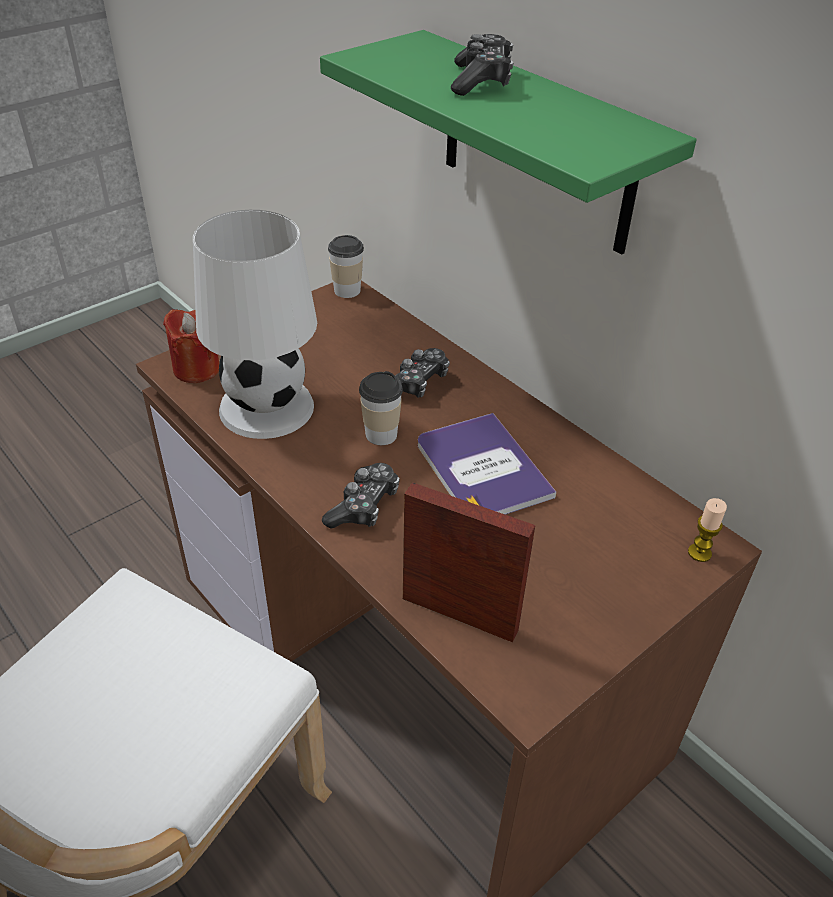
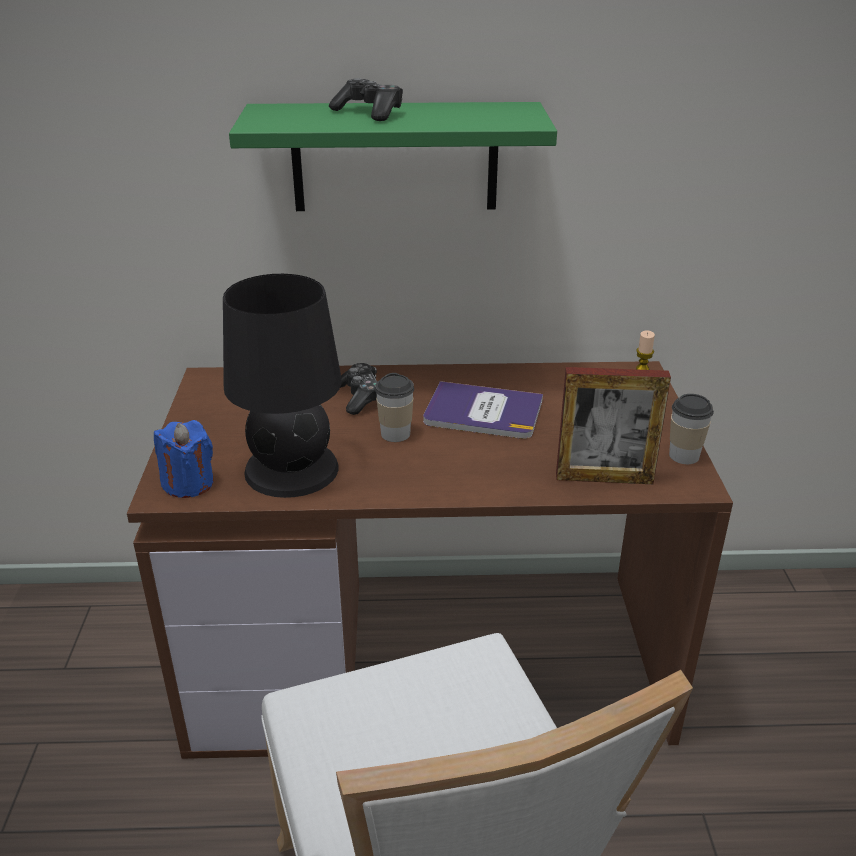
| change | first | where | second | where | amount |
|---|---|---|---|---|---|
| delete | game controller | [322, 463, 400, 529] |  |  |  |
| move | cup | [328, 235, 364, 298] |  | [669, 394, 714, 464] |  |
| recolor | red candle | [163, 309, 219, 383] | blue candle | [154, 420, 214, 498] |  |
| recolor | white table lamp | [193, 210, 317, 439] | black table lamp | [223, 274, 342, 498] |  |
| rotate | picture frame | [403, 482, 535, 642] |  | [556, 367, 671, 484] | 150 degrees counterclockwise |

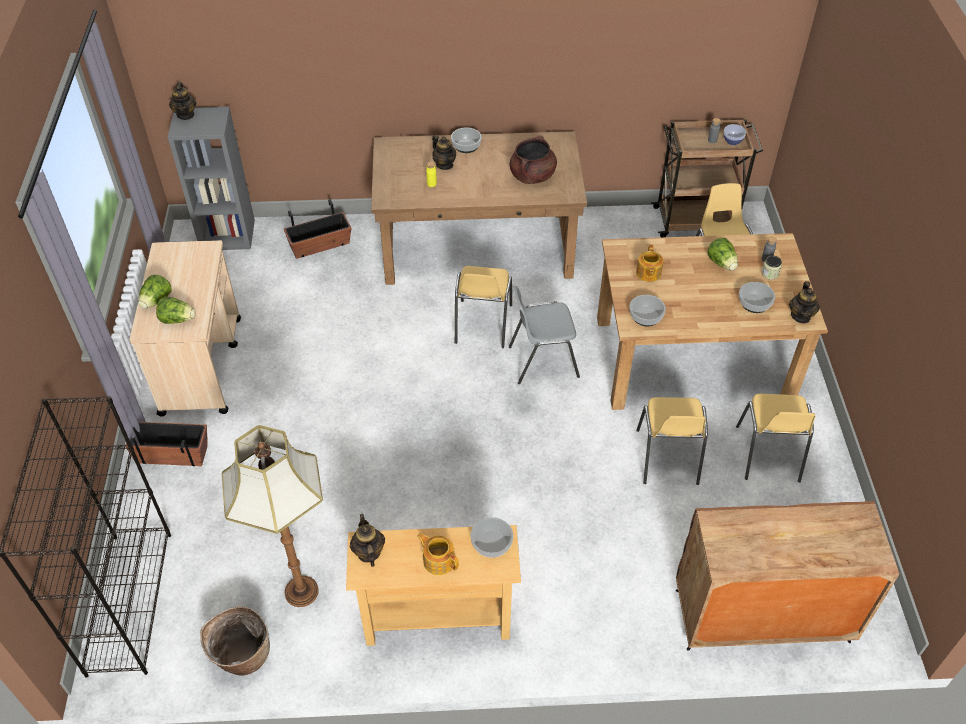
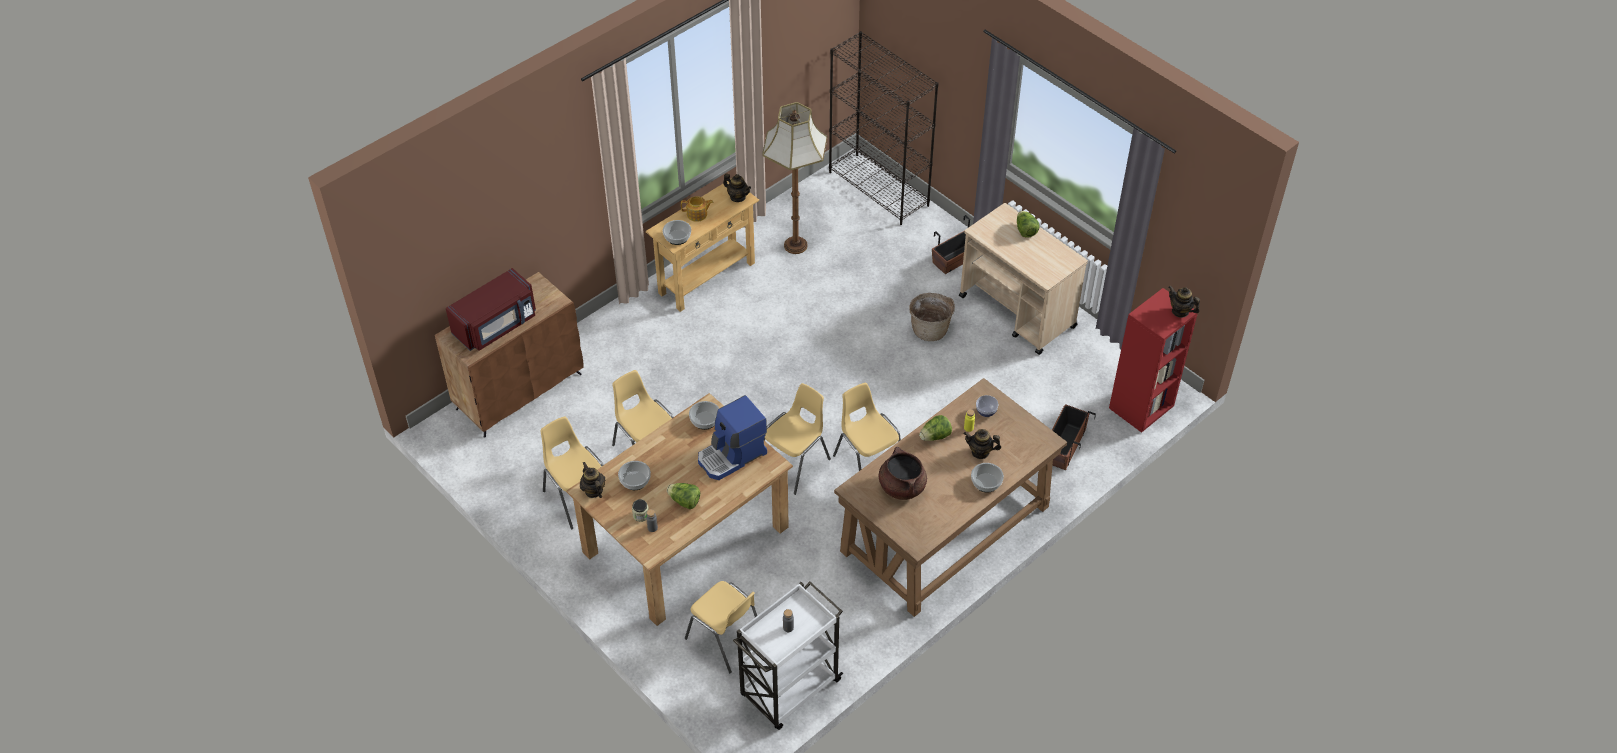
| change | first | where | second | where | amount |
|---|---|---|---|---|---|
| insert |  |  | red microwave | [446, 268, 536, 351] |  |
| move | lettuce | [156, 297, 196, 324] |  | [919, 415, 952, 441] |  |
| move | basket | [200, 606, 270, 676] |  | [910, 293, 955, 341] |  |
| move | bowl | [724, 124, 746, 145] |  | [976, 395, 998, 417] |  |
| replace | teapot | [636, 245, 663, 282] | coffee machine | [698, 395, 767, 480] |  |
| recolor | grey bookcase | [168, 107, 255, 250] | red bookcase | [1109, 288, 1198, 433] |  |
| recolor | grey chair | [509, 285, 580, 384] | yellow chair | [764, 383, 831, 495] |  |
| recolor | brown cart | [651, 119, 763, 237] | white cart | [733, 581, 843, 730] |  |

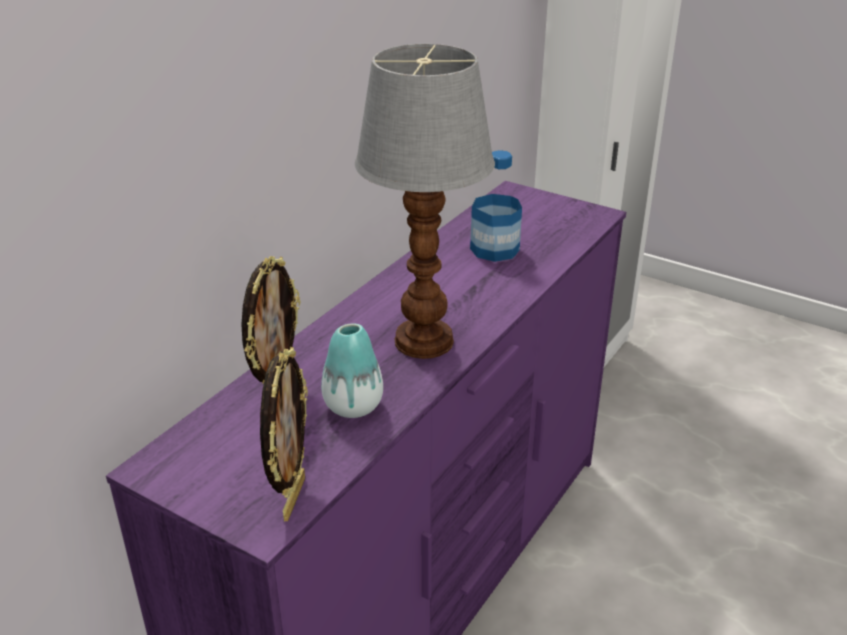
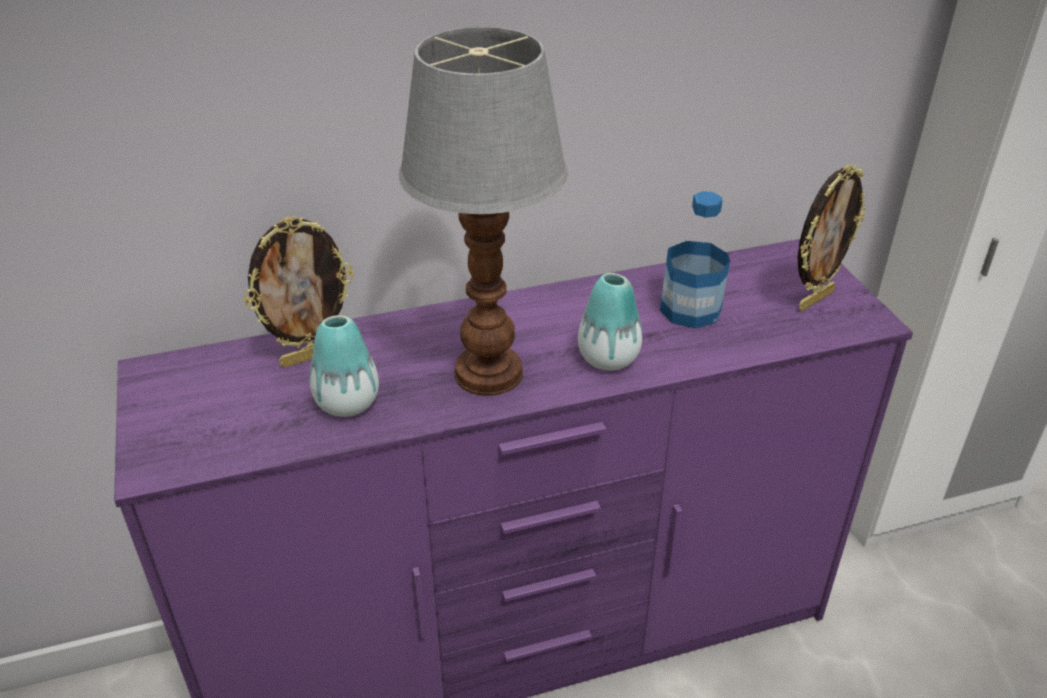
| change | first | where | second | where | amount |
|---|---|---|---|---|---|
| insert |  |  | vase | [578, 273, 642, 371] |  |
| move | picture frame | [260, 347, 308, 521] |  | [798, 164, 866, 311] |  |

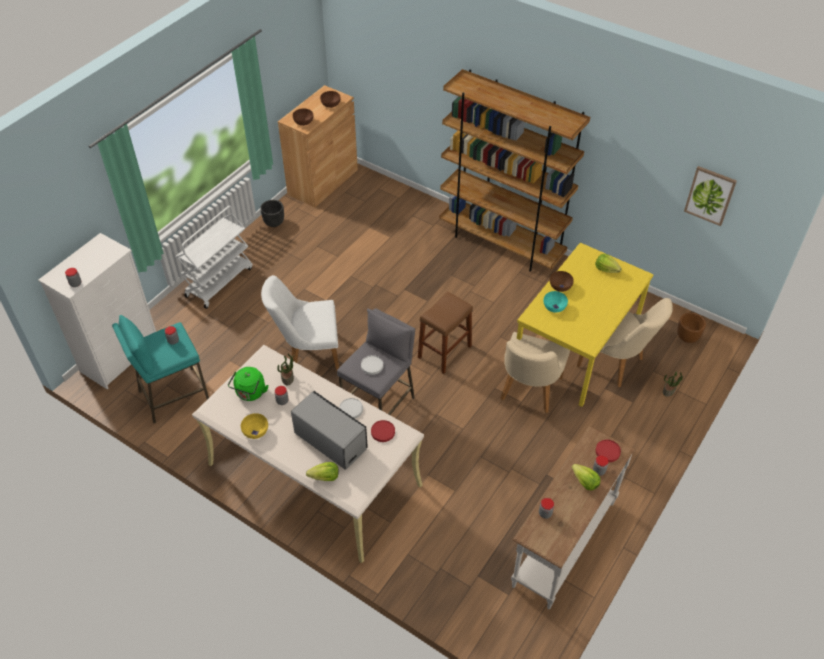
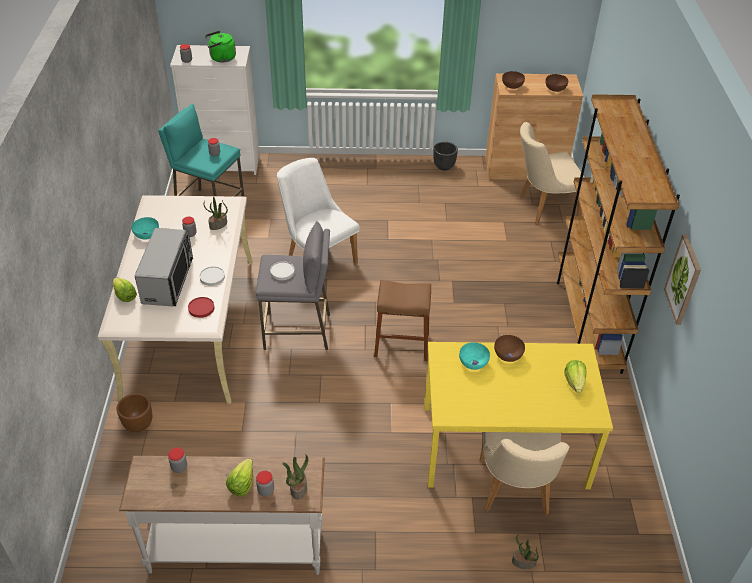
| change | first | where | second | where | amount |
|---|---|---|---|---|---|
| delete | white cart | [176, 206, 252, 309] |  |  |  |
| move | green kettle | [228, 367, 269, 401] |  | [205, 31, 236, 62] |  |
| move | beige chair | [501, 332, 570, 413] |  | [520, 122, 585, 225] |  |
| move | brown planter | [677, 313, 706, 343] |  | [117, 393, 152, 432] |  |
| move | picture | [684, 166, 737, 226] |  | [664, 234, 701, 325] |  |
| replace | red plate | [596, 440, 621, 462] | potted plant | [282, 454, 308, 499] |  |
| recolor | yellow bowl | [241, 413, 268, 439] | turquoise bowl | [131, 217, 159, 240] |  |

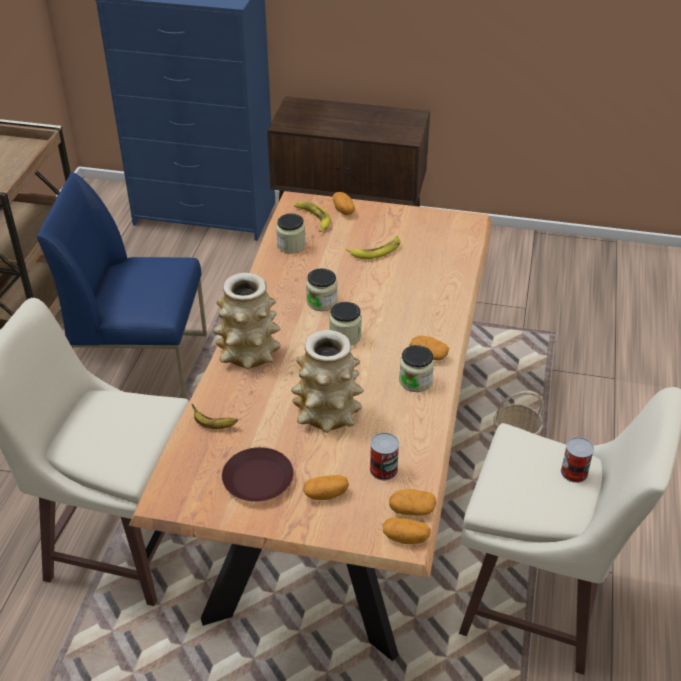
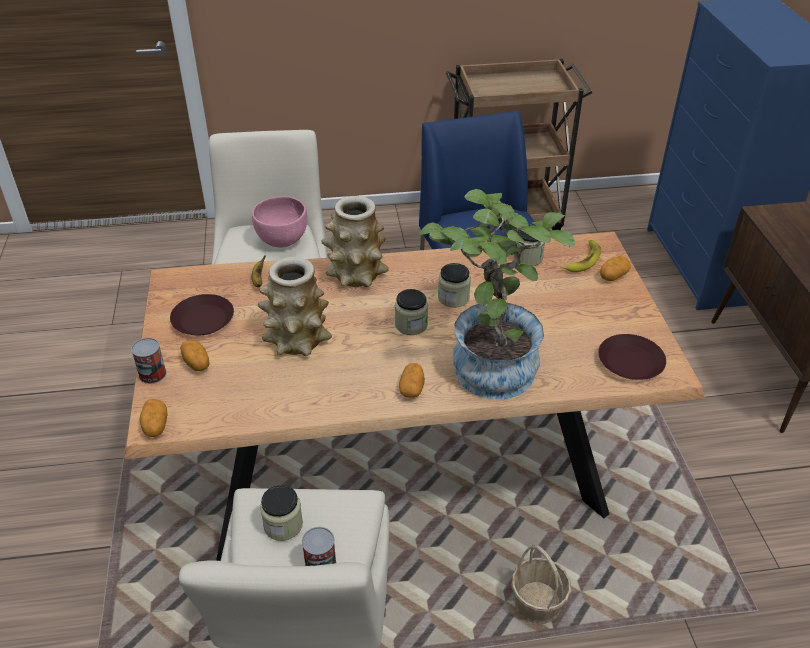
| change | first | where | second | where | amount |
|---|---|---|---|---|---|
| delete | banana | [346, 236, 401, 259] |  |  |  |
| delete | potato | [389, 489, 436, 516] |  |  |  |
| insert |  |  | pink bowl | [252, 196, 308, 248] |  |
| insert |  |  | potted plant | [419, 189, 575, 399] |  |
| insert |  |  | brown plate | [598, 334, 666, 380] |  |
| move | can | [370, 432, 399, 480] |  | [131, 338, 167, 384] |  |
| move | jar | [399, 345, 434, 392] |  | [260, 485, 303, 541] |  |

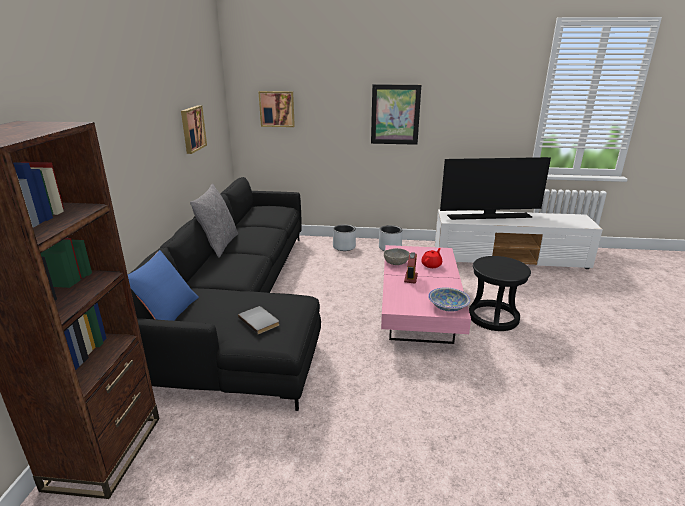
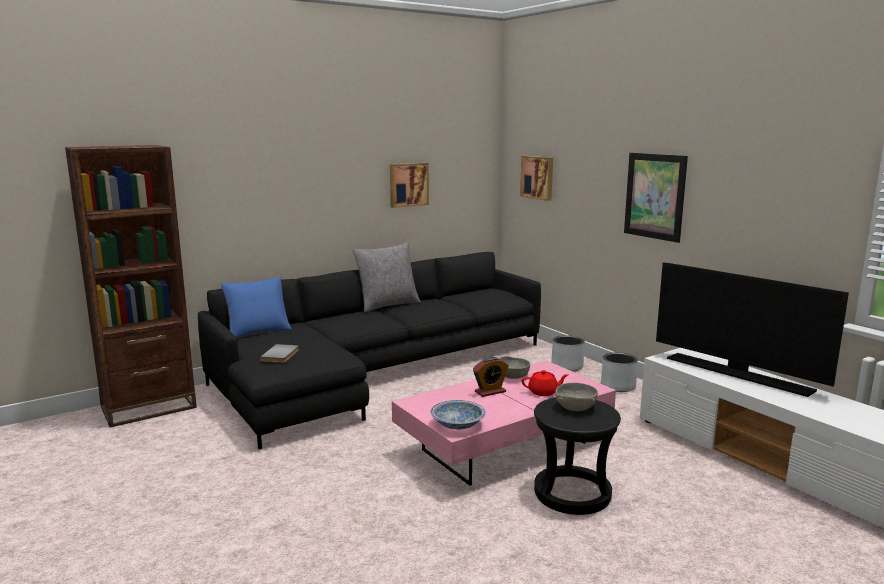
| change | first | where | second | where | amount |
|---|---|---|---|---|---|
| insert |  |  | grey bowl | [555, 383, 598, 411] |  |

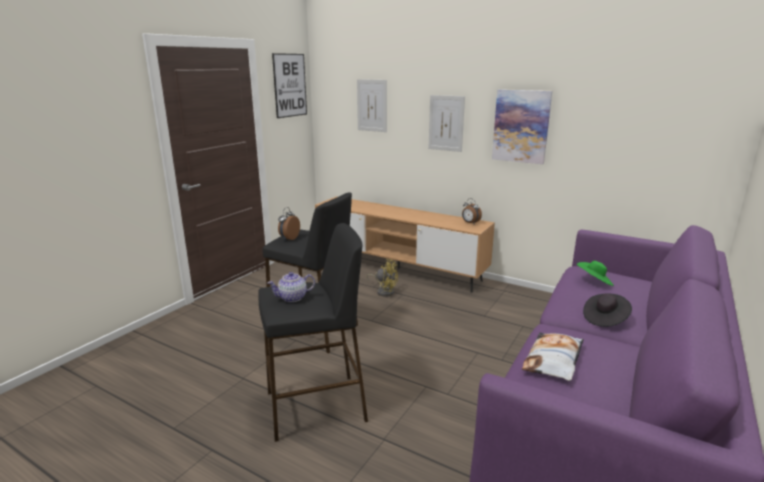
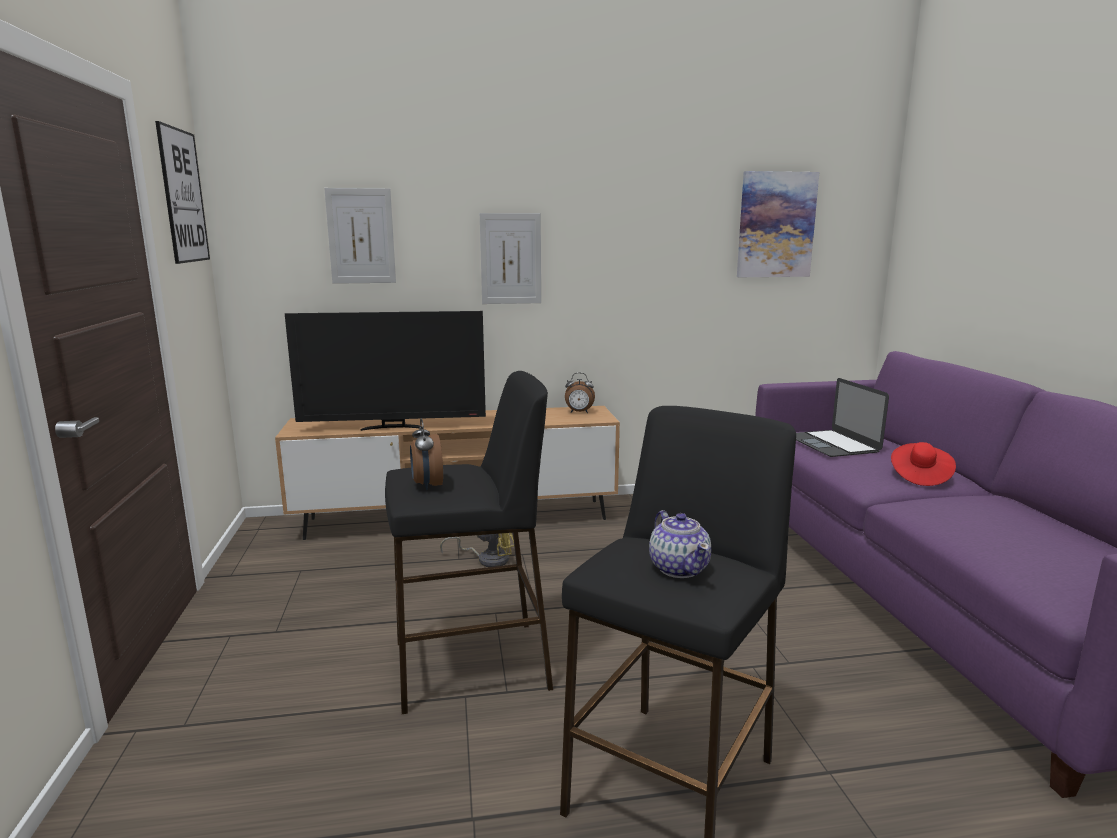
| change | first | where | second | where | amount |
|---|---|---|---|---|---|
| delete | pillow | [522, 332, 584, 381] |  |  |  |
| insert |  |  | television | [285, 311, 486, 431] |  |
| move | picture | [492, 89, 552, 164] |  | [737, 171, 819, 277] |  |
| replace | green hat | [577, 261, 614, 286] | laptop | [796, 378, 889, 457] |  |
| recolor | black hat | [583, 293, 632, 327] | red hat | [891, 442, 956, 486] |  |
| rotate | teapot | [268, 272, 315, 302] |  | [649, 510, 711, 578] | 45 degrees counterclockwise |

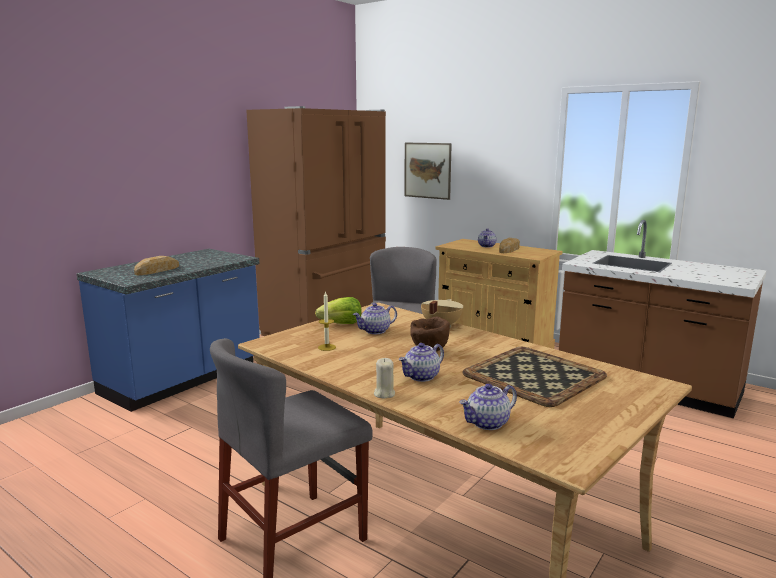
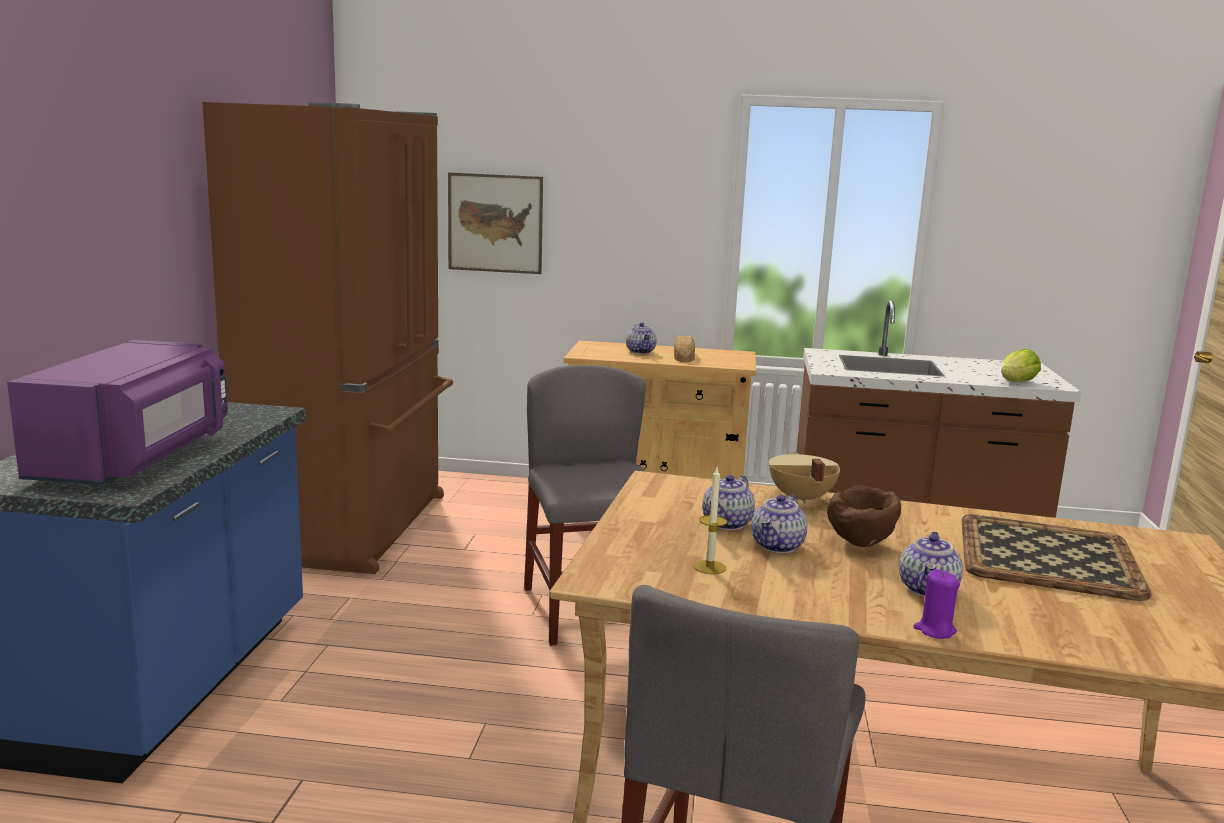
| change | first | where | second | where | amount |
|---|---|---|---|---|---|
| move | lettuce | [315, 297, 362, 324] |  | [1001, 349, 1041, 382] |  |
| move | teapot | [459, 383, 517, 430] |  | [752, 495, 807, 553] |  |
| replace | bread | [134, 256, 179, 275] | purple microwave | [7, 340, 228, 485] |  |
| recolor | beige candle | [374, 358, 395, 399] | purple candle | [913, 569, 960, 639] |  |

